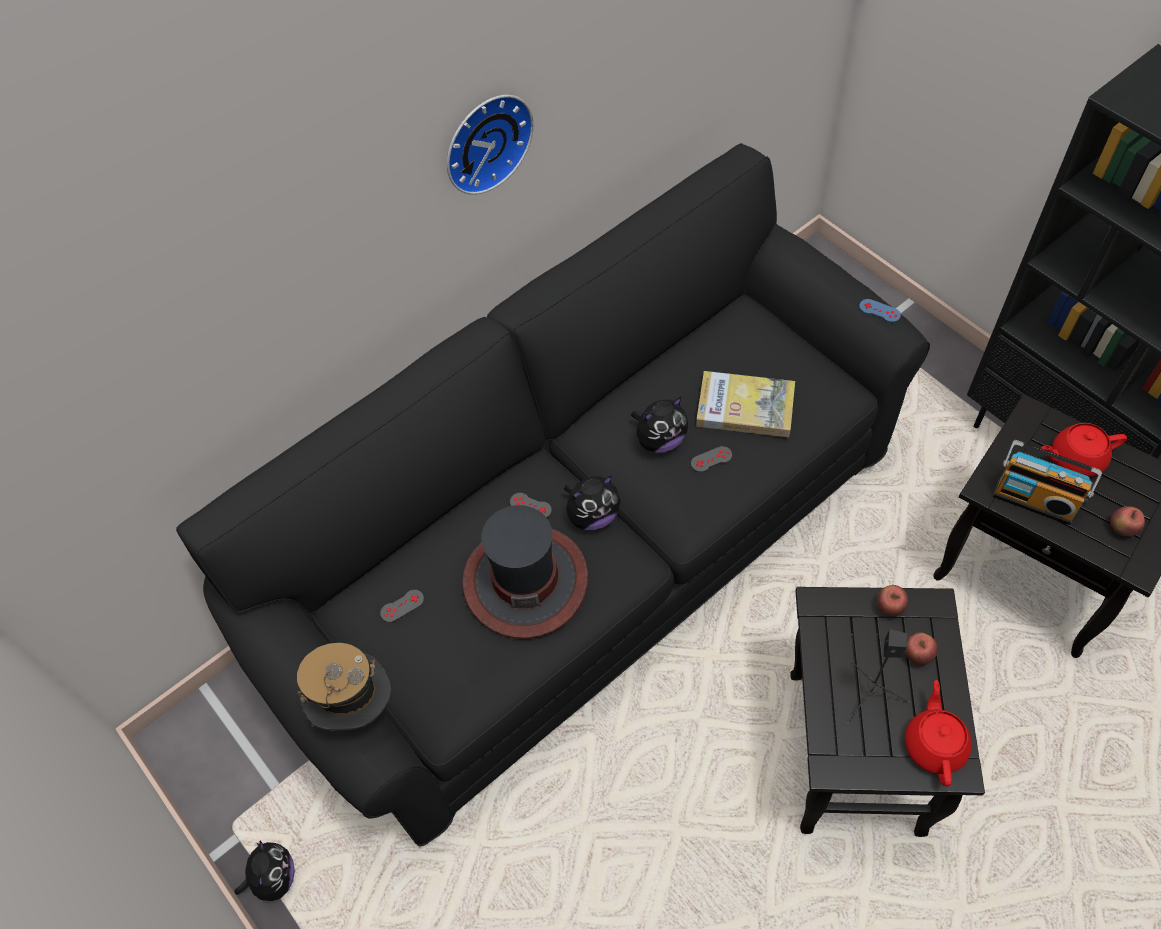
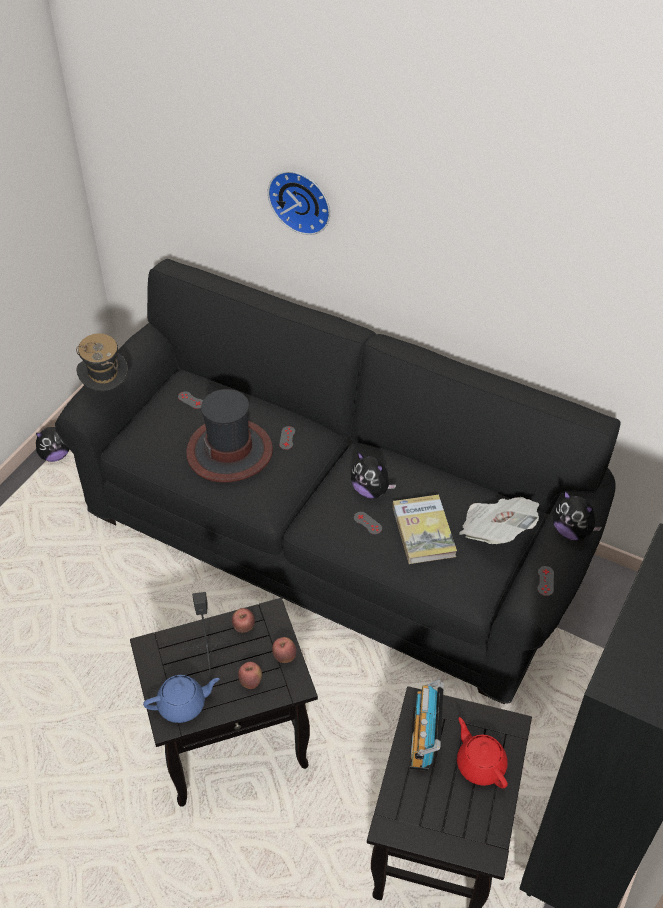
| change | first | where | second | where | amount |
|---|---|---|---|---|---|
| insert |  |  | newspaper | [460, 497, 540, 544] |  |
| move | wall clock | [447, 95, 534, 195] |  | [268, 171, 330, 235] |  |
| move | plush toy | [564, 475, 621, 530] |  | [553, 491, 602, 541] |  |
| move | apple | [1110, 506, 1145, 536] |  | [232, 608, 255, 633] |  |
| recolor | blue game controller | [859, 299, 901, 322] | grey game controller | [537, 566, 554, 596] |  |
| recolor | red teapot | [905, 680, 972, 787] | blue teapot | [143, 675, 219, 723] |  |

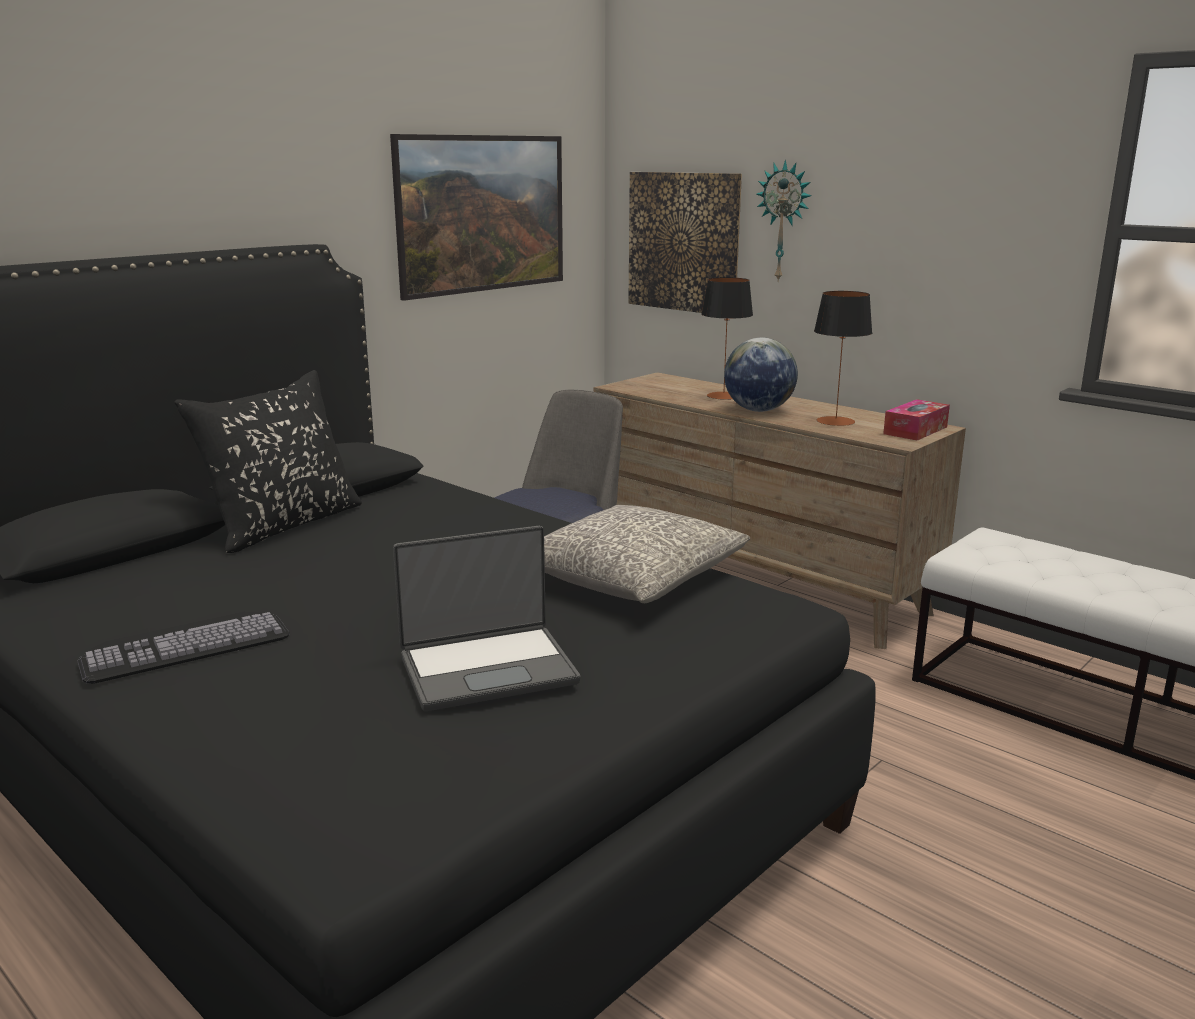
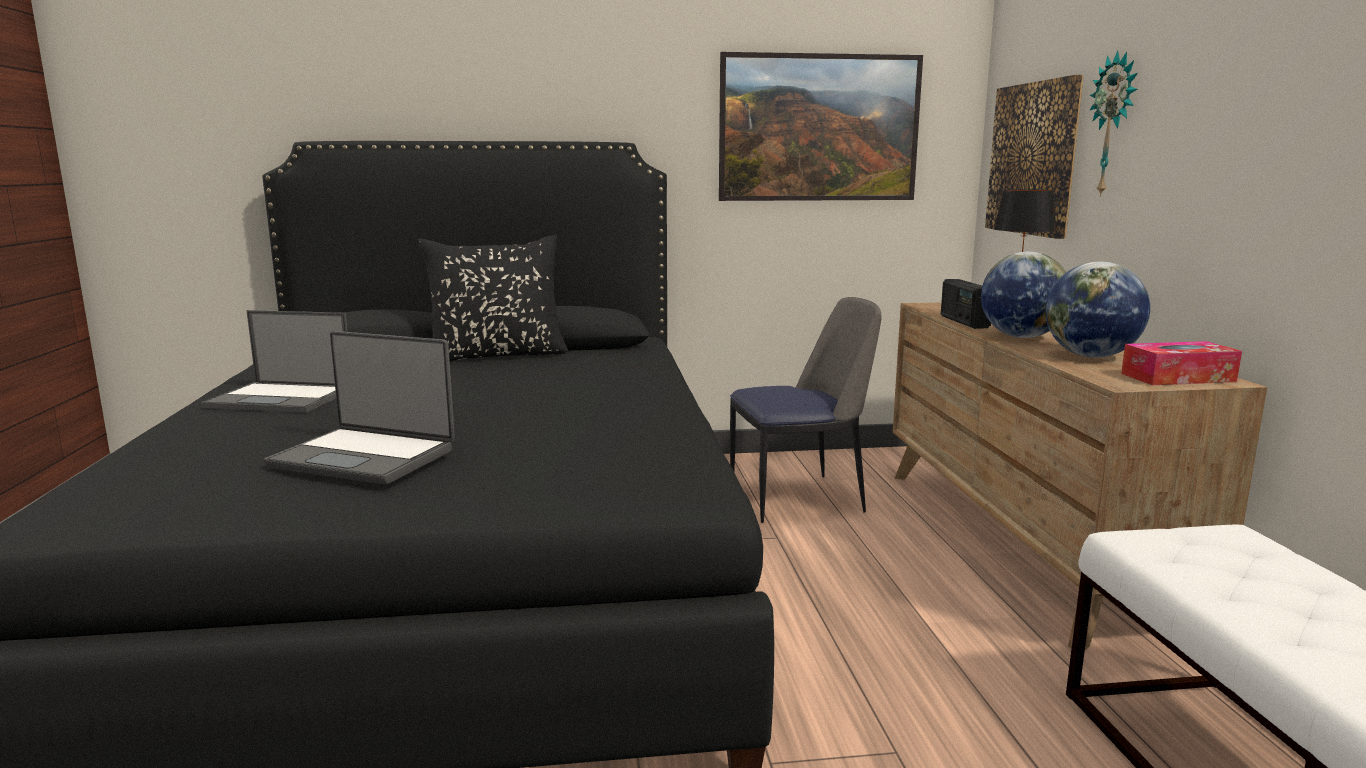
| change | first | where | second | where | amount |
|---|---|---|---|---|---|
| delete | grey pillow | [544, 505, 750, 603] |  |  |  |
| insert |  |  | radio | [941, 279, 991, 329] |  |
| replace | keyboard | [77, 612, 289, 684] | laptop | [201, 310, 348, 413] |  |
| replace | table lamp | [814, 291, 872, 426] | globe | [1045, 261, 1150, 358] |  |

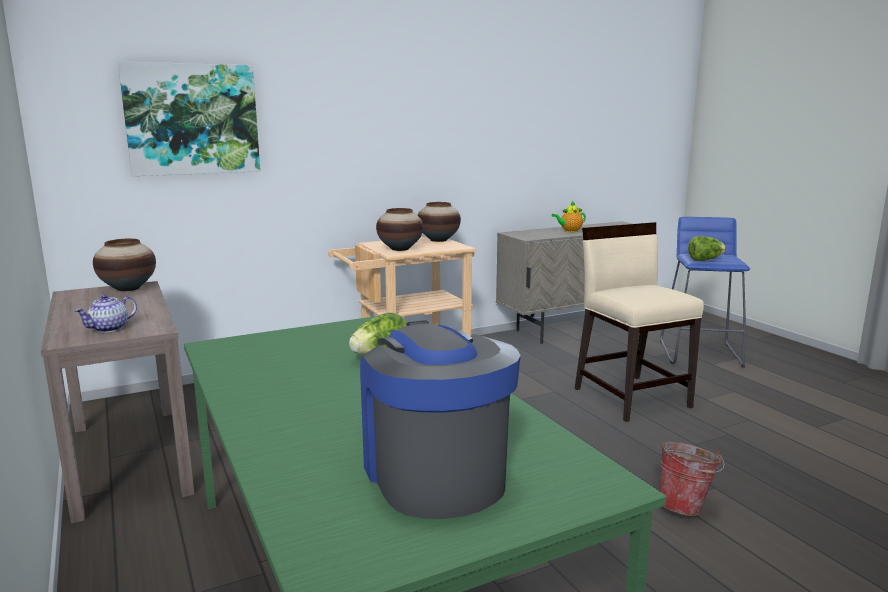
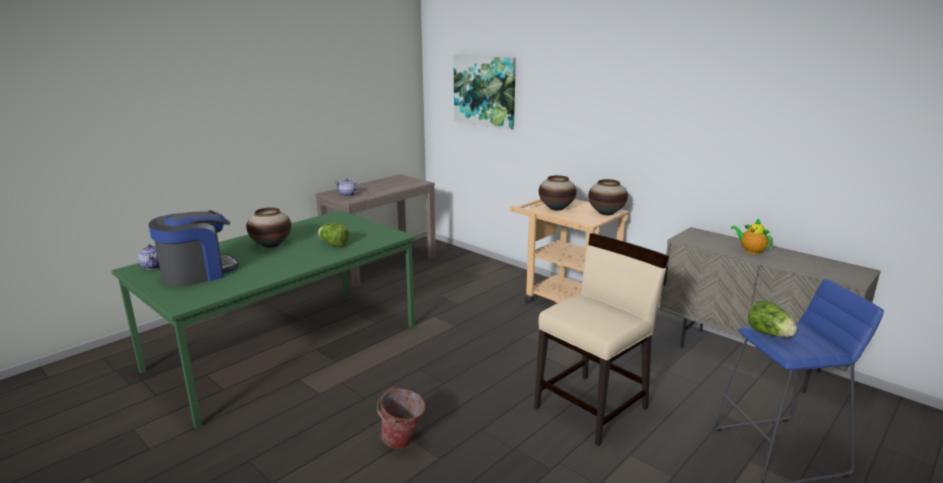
| change | first | where | second | where | amount |
|---|---|---|---|---|---|
| insert |  |  | teapot | [138, 244, 160, 270] |  |
| move | vase | [93, 239, 156, 291] |  | [246, 207, 291, 248] |  |

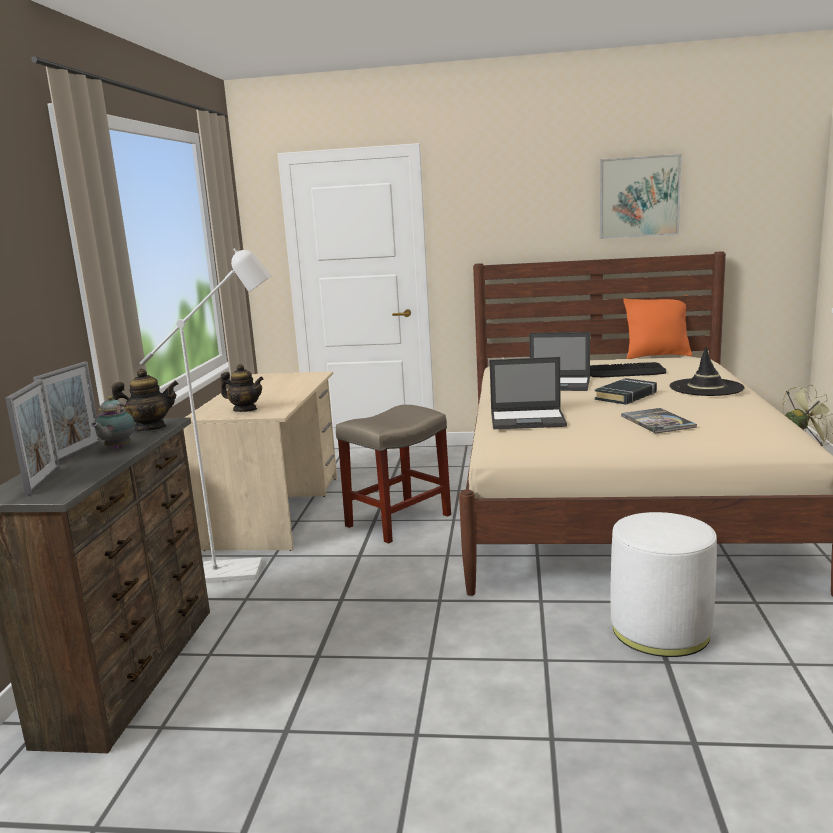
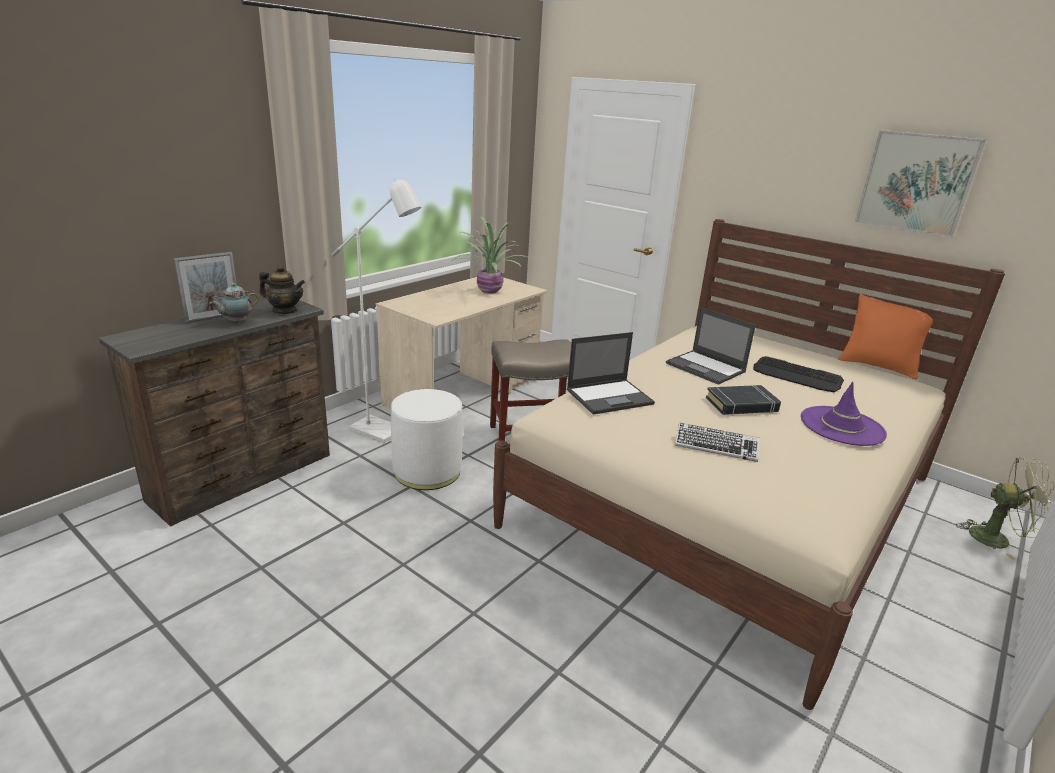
| change | first | where | second | where | amount |
|---|---|---|---|---|---|
| delete | picture frame | [5, 379, 60, 496] |  |  |  |
| delete | teapot | [221, 364, 264, 412] |  |  |  |
| insert |  |  | potted plant | [450, 216, 531, 294] |  |
| move | white ottoman | [611, 512, 717, 657] |  | [391, 389, 463, 490] |  |
| replace | book | [621, 408, 697, 433] | keyboard | [675, 423, 760, 462] |  |
| recolor | black hat | [670, 346, 745, 396] | purple hat | [801, 382, 887, 446] |  |
| rotate | laptop | [490, 357, 567, 429] |  | [567, 332, 655, 415] | 60 degrees counterclockwise |

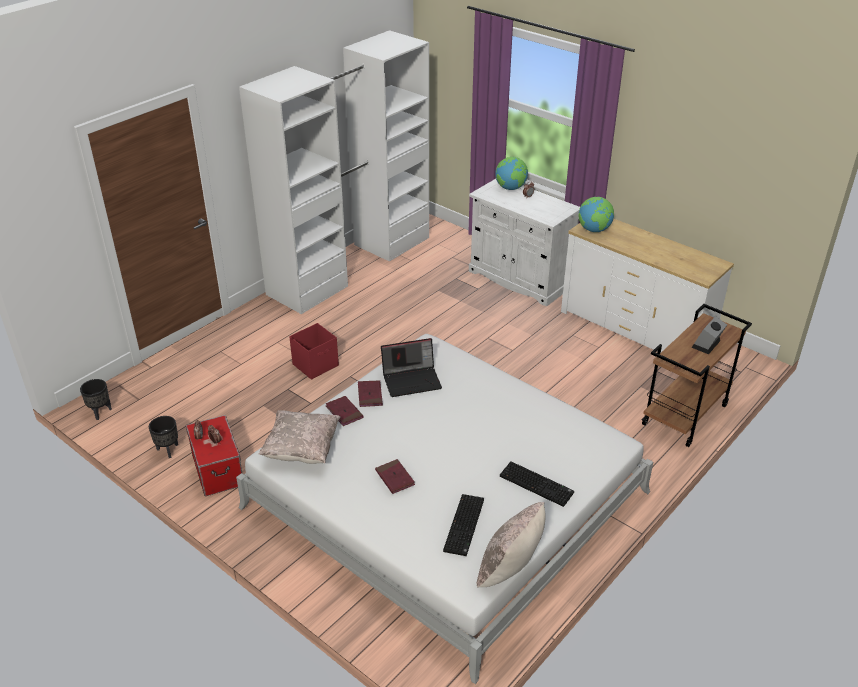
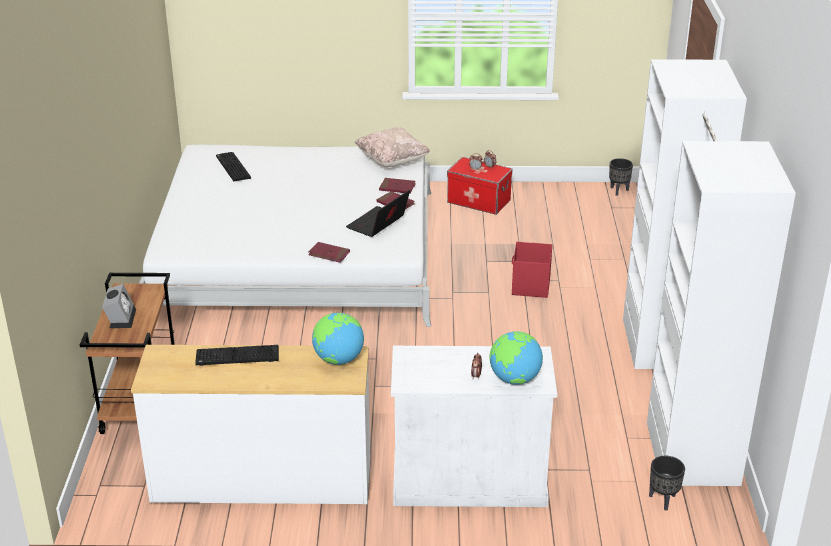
| change | first | where | second | where | amount |
|---|---|---|---|---|---|
| delete | beige pillow | [476, 502, 546, 588] |  |  |  |
| move | black planter | [149, 416, 178, 458] |  | [649, 456, 685, 510] |  |
| move | red book | [375, 459, 415, 494] |  | [308, 242, 350, 263] |  |
| move | keyboard | [500, 462, 574, 507] |  | [195, 345, 279, 366] |  |

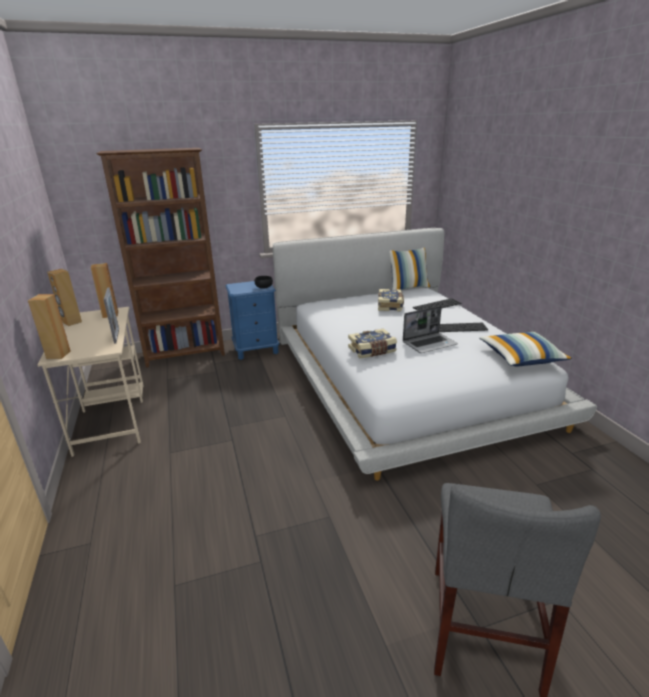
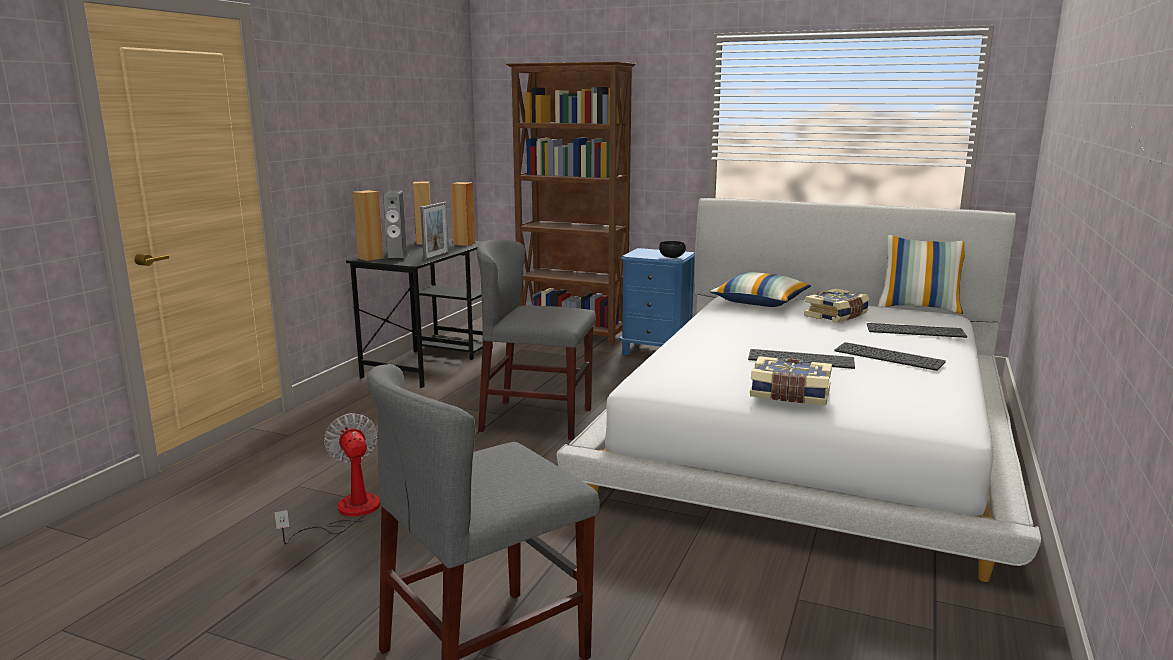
| change | first | where | second | where | amount |
|---|---|---|---|---|---|
| insert |  |  | fan | [274, 413, 380, 545] |  |
| insert |  |  | speaker | [383, 190, 408, 261] |  |
| insert |  |  | grey chair | [477, 239, 596, 440] |  |
| move | book | [348, 328, 397, 359] |  | [750, 356, 832, 405] |  |
| move | pillow | [479, 332, 572, 367] |  | [710, 272, 811, 307] |  |
| replace | laptop | [403, 306, 458, 353] | keyboard | [748, 349, 855, 369] |  |
| recolor | beige desk | [37, 307, 144, 457] | black desk | [346, 239, 493, 388] |  |

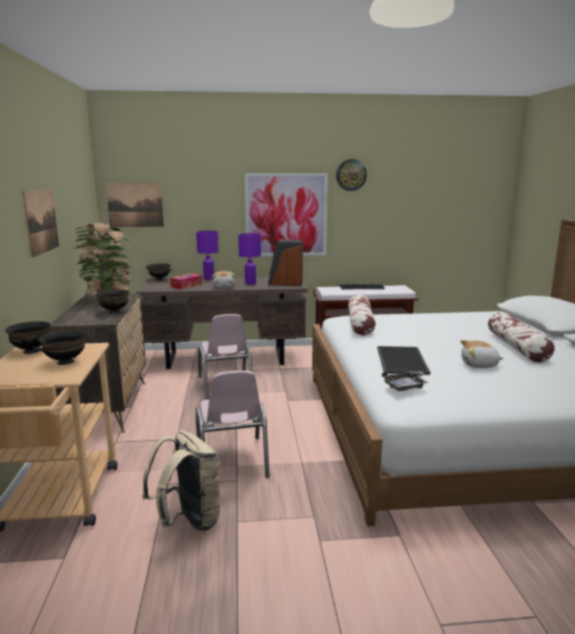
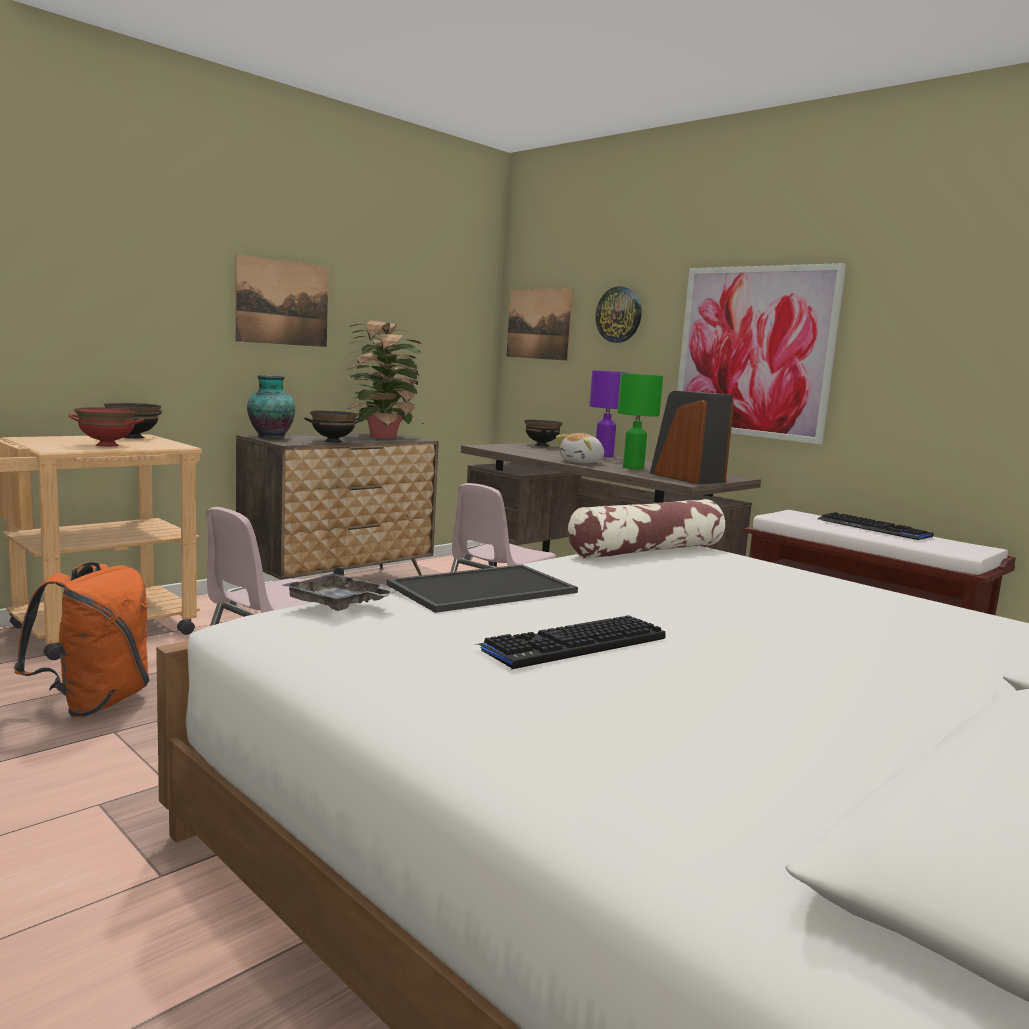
| change | first | where | second | where | amount |
|---|---|---|---|---|---|
| delete | tissue box | [170, 273, 202, 289] |  |  |  |
| delete | pillow | [488, 312, 555, 363] |  |  |  |
| insert |  |  | vase | [247, 375, 295, 439] |  |
| move | wall clock | [336, 159, 367, 191] |  | [596, 287, 641, 343] |  |
| replace | plush toy | [460, 340, 504, 368] | keyboard | [477, 615, 666, 669] |  |
| recolor | black bowl | [34, 330, 91, 365] | red bowl | [69, 407, 144, 447] |  |
| recolor | beige backpack | [142, 430, 221, 531] | orange backpack | [14, 562, 149, 718] |  |
| recolor | purple table lamp | [238, 233, 261, 285] | green table lamp | [617, 373, 663, 469] |  |

